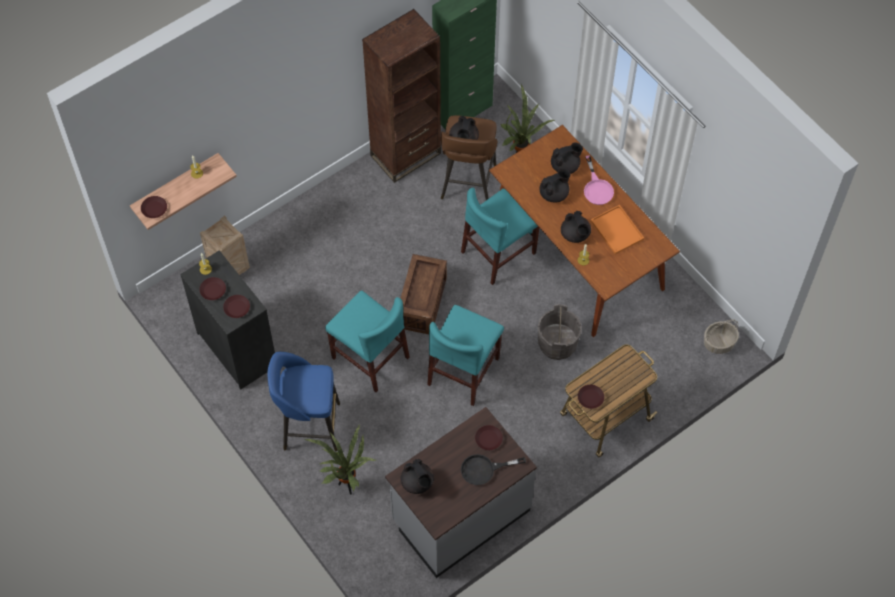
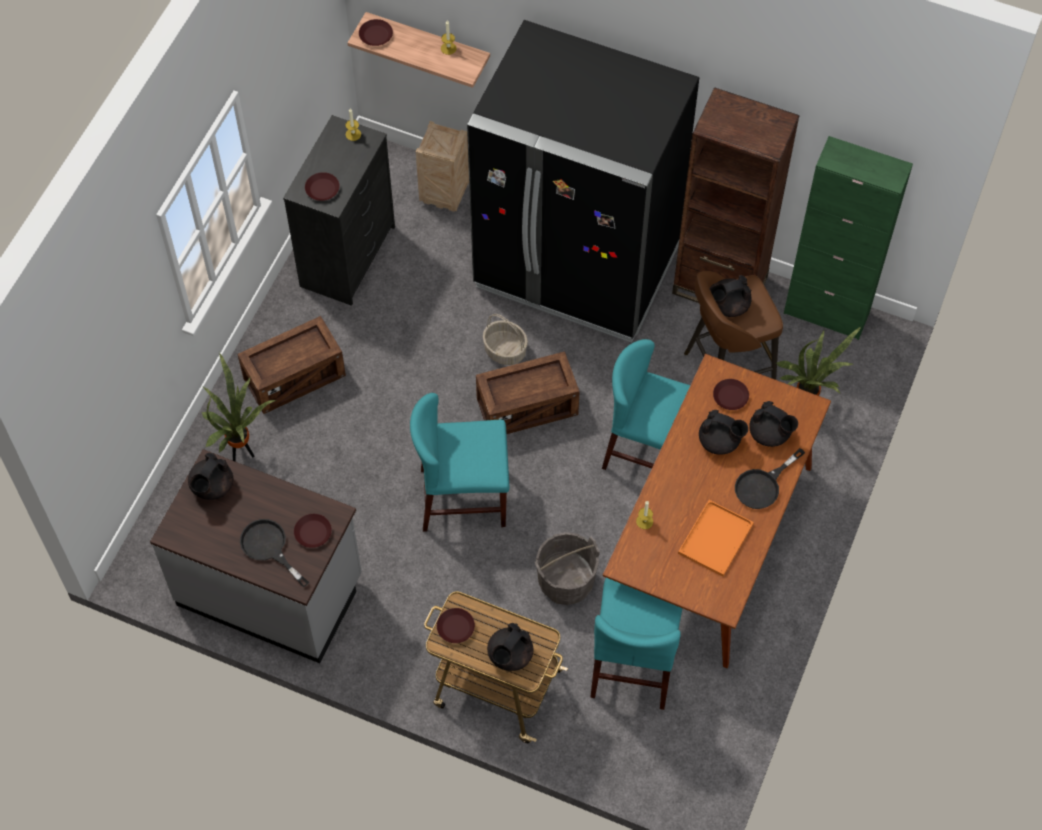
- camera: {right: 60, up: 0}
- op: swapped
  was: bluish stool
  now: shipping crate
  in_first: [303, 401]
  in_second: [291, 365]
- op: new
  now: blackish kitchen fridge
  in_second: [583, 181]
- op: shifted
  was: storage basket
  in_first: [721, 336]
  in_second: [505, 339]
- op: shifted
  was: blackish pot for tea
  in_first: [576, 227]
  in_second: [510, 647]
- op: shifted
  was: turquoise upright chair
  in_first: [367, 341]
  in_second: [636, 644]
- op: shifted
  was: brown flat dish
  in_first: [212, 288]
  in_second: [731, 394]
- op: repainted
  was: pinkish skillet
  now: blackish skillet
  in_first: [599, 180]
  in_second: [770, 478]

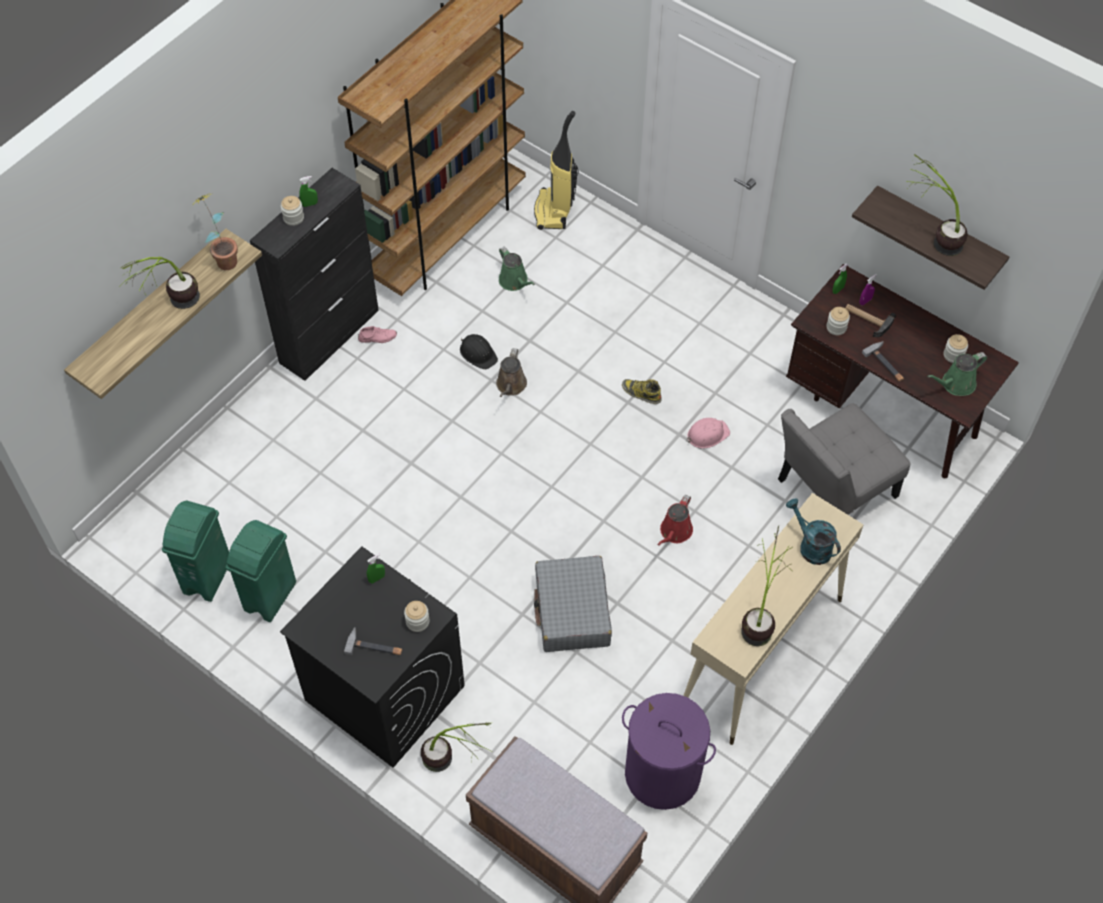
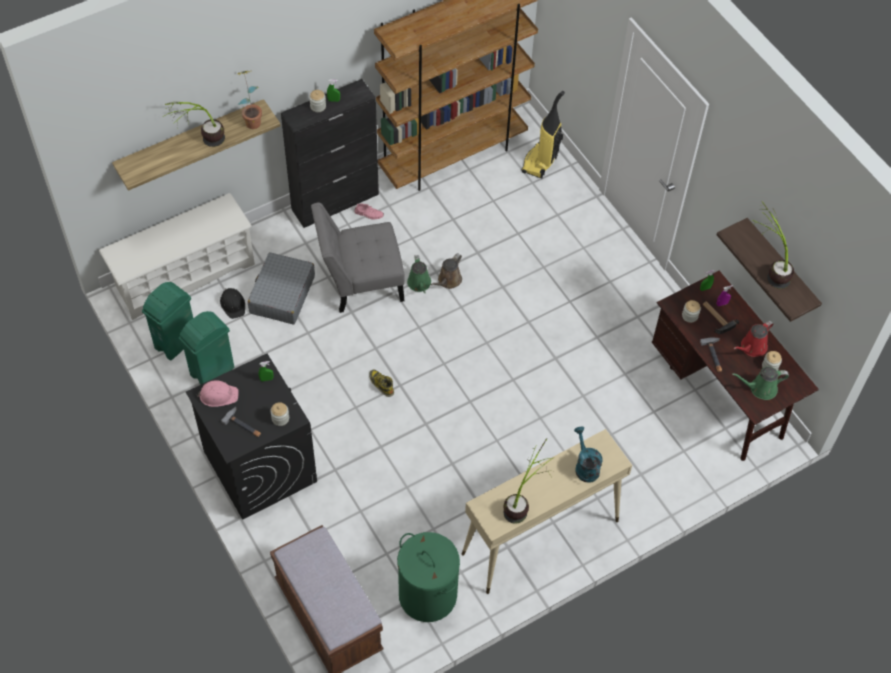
- camera: {right: 20, up: 0}
- op: new
  now: white shoe stand
  in_second: [177, 256]
- op: shifted
  was: pinkish safety helmet
  in_first: [708, 433]
  in_second: [218, 394]
- op: shifted
  was: blackish safety helmet
  in_first: [479, 352]
  in_second: [232, 303]
- op: shifted
  was: grey travel case
  in_first: [573, 604]
  in_second: [281, 288]
- op: shifted
  was: grey upright chair
  in_first: [844, 459]
  in_second: [358, 257]
- op: shifted
  was: high-top boot
  in_first: [642, 391]
  in_second: [381, 383]
- op: repainted
  was: purple-coloured hamper
  now: green-coloured hamper
  in_first: [669, 751]
  in_second: [428, 577]
- op: shifted
  was: green-coloured sprinkling can
  in_first: [517, 269]
  in_second: [419, 274]
- op: shifted
  was: reddish sprinkling can
  in_first: [675, 520]
  in_second: [754, 338]
- op: gone
  was: houseplant
  in_first: [457, 747]

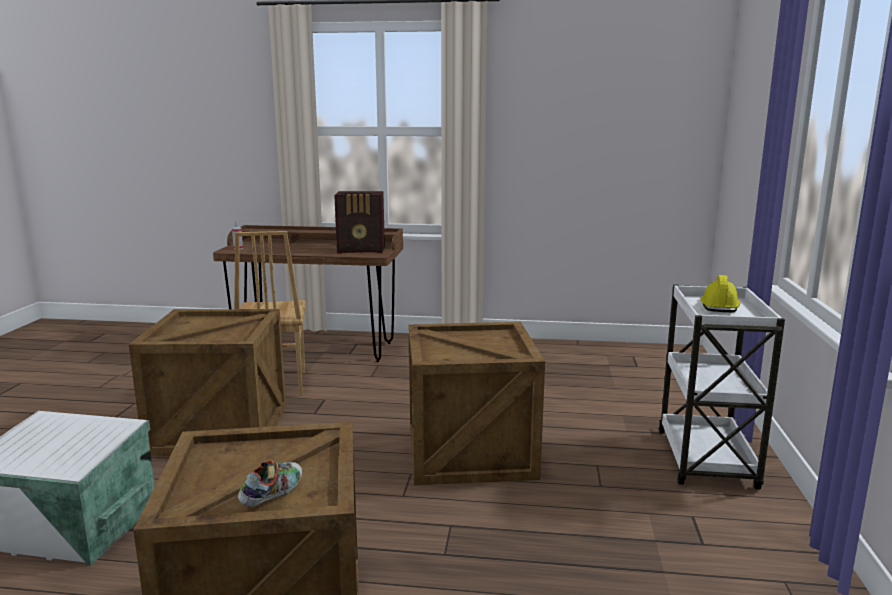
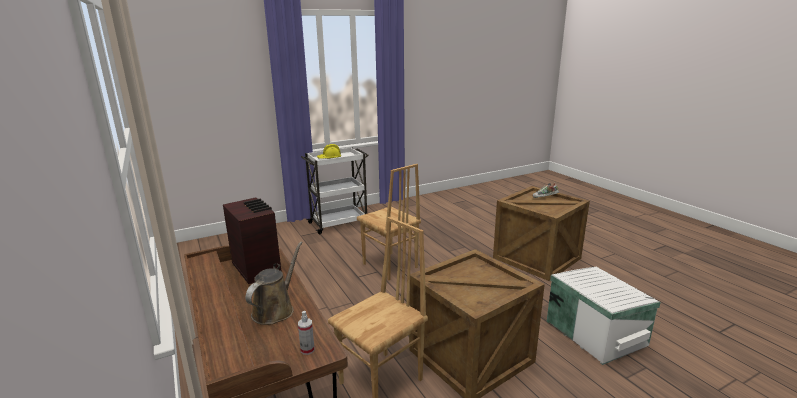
- camera: {right: -125, up: 5}
- op: new
  now: brown sprinkling can
  in_second: [274, 283]
- op: swapped
  was: shipping crate
  now: brown upright chair
  in_first: [477, 403]
  in_second: [389, 222]

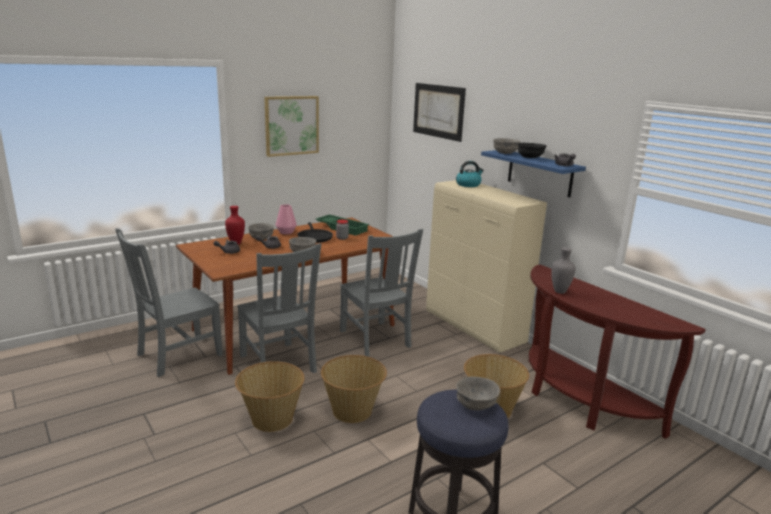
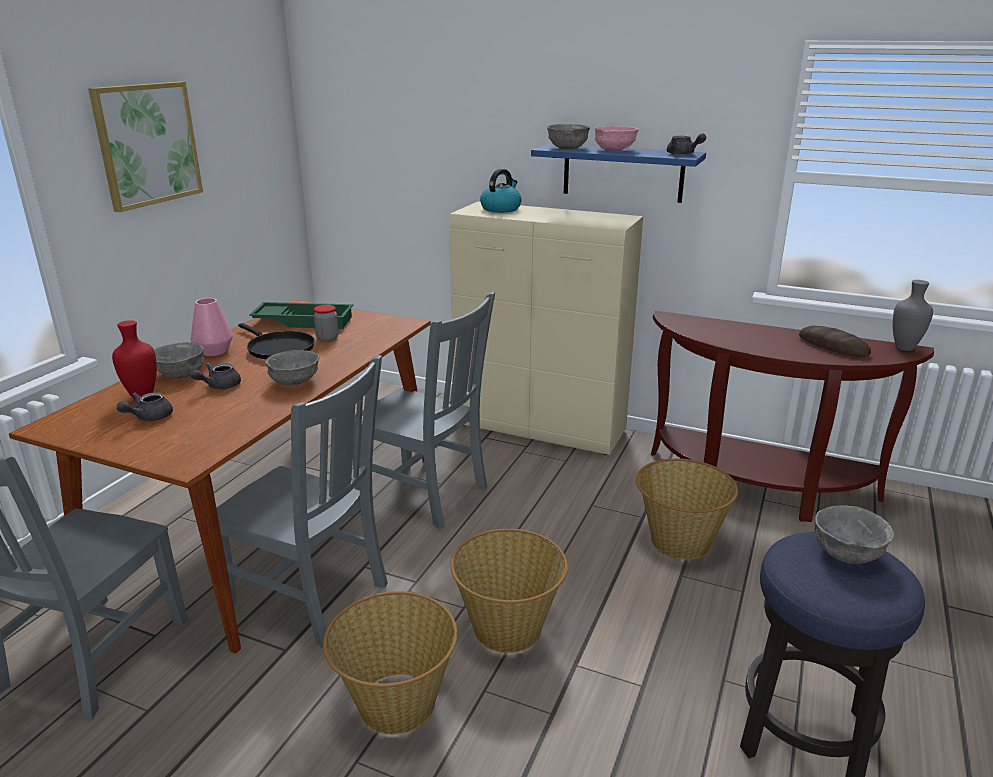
- camera: {right: -30, up: 5}
- op: repainted
  was: blackish bowl
  now: pinkish bowl
  in_first: [532, 150]
  in_second: [616, 138]
- op: new
  now: bakery bread
  in_second: [835, 341]
- op: shifted
  was: grey decorative vase
  in_first: [563, 270]
  in_second: [913, 315]
- op: gone
  was: wall picture
  in_first: [439, 112]

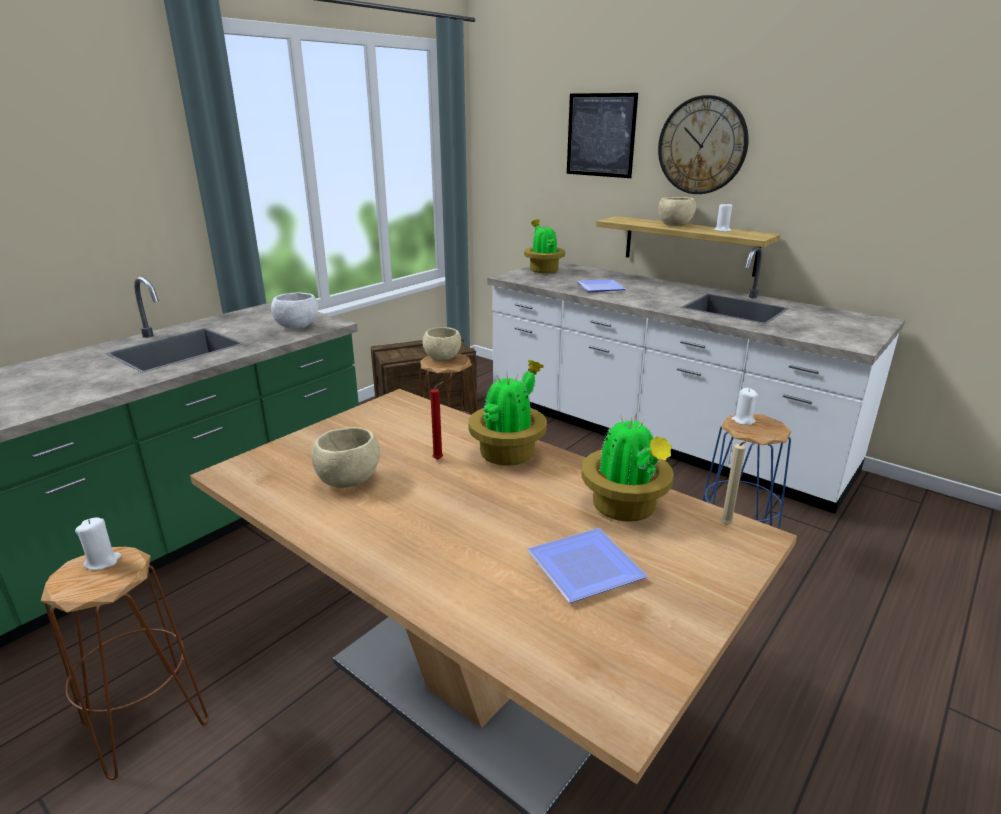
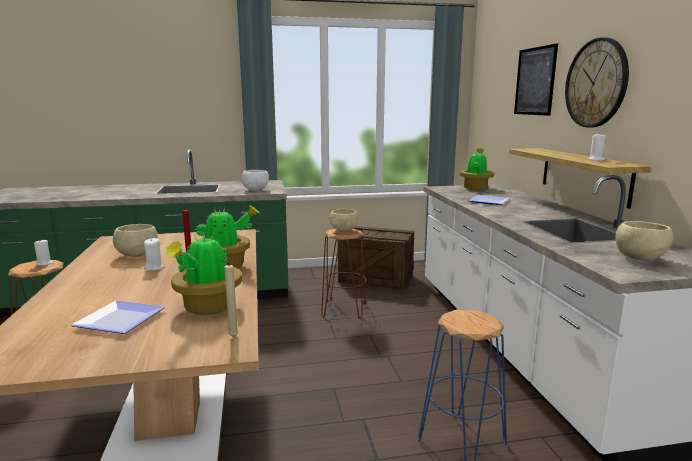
- camera: {right: 40, up: -10}
- op: shifted
  was: white wax candle
  in_first: [744, 406]
  in_second: [154, 254]
- op: shifted
  was: sand-coloured bowl
  in_first: [677, 211]
  in_second: [644, 241]

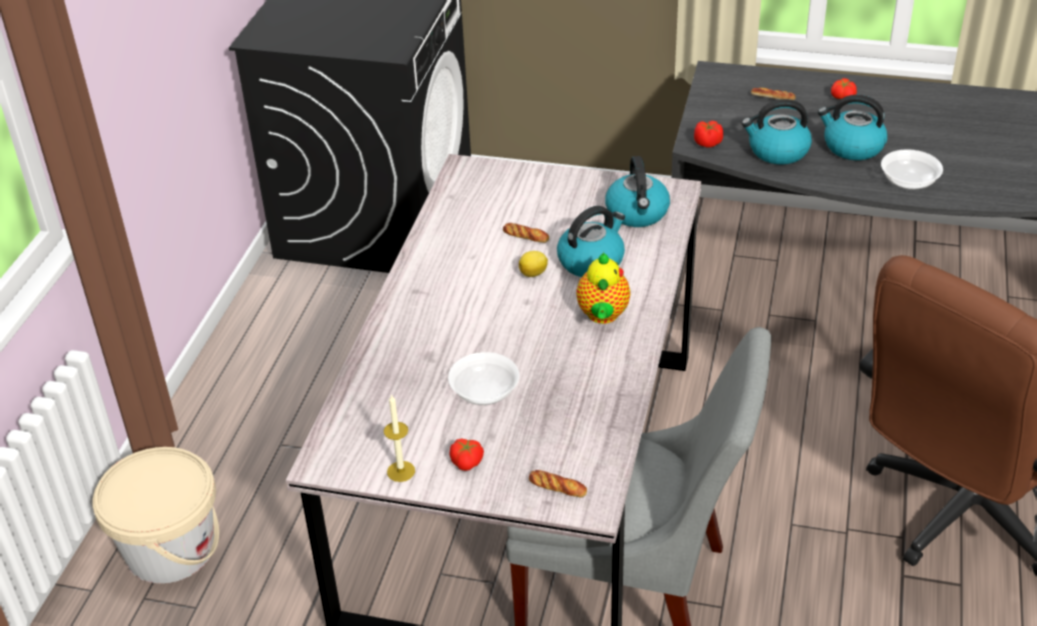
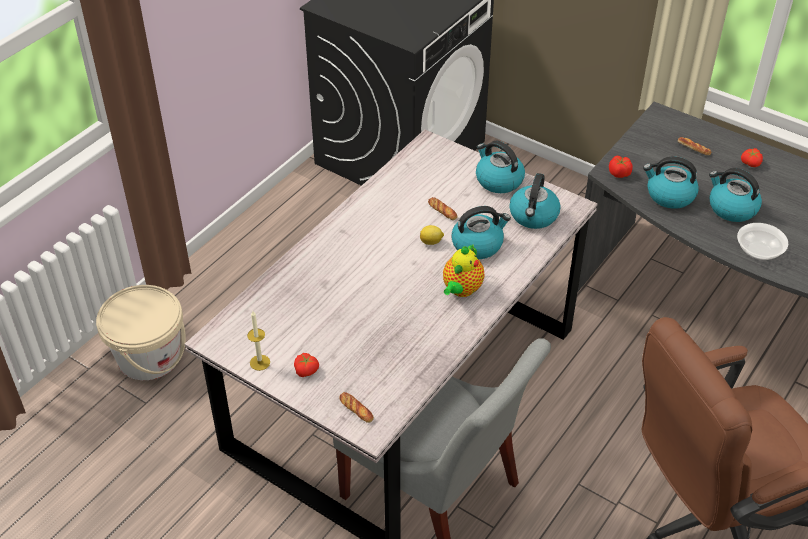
- camera: {right: 20, up: 5}
- op: new
  now: tea kettle
  in_second: [500, 167]
- op: gone
  was: bowl
  in_first: [483, 378]

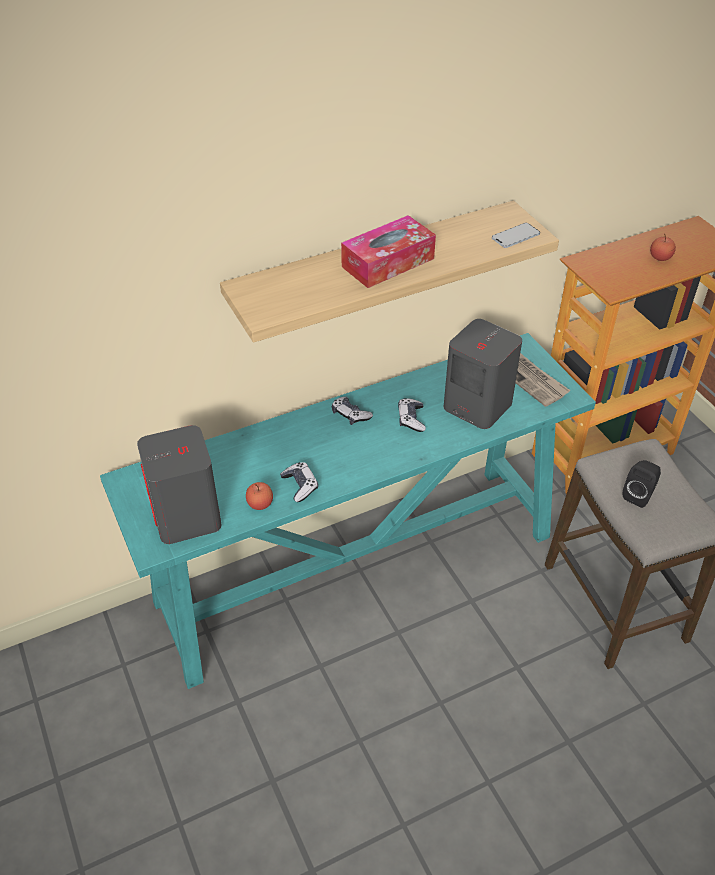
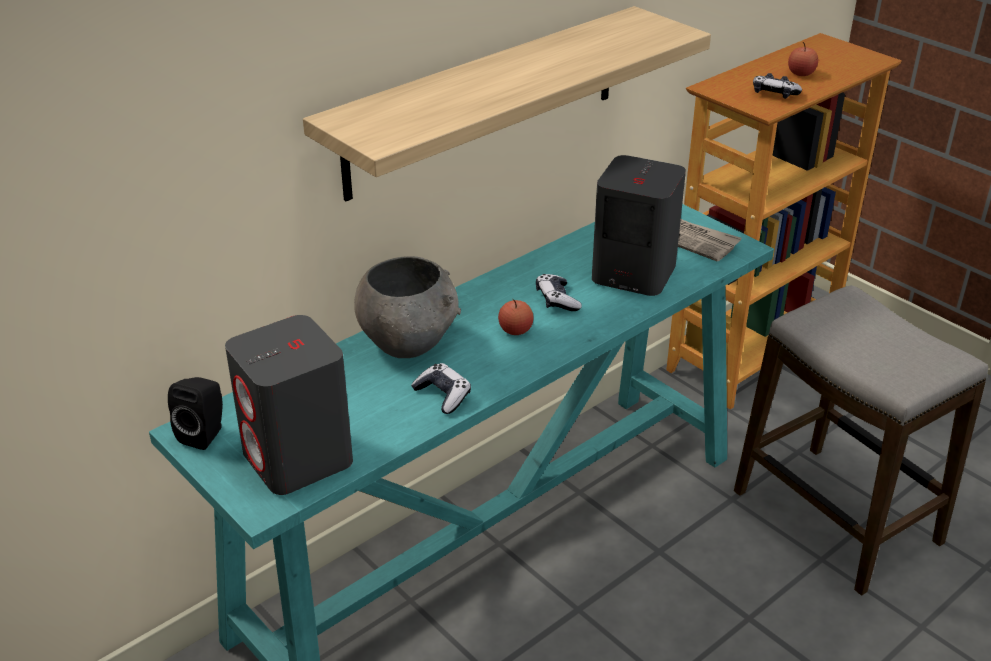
- camera: {right: -15, up: -10}
- op: shifted
  was: blackish audio speaker
  in_first: [642, 484]
  in_second: [195, 413]
- op: new
  now: grey bowl
  in_second: [407, 307]
- op: shifted
  was: apple fruit
  in_first: [259, 496]
  in_second: [516, 317]
- op: shifted
  was: joypad
  in_first: [352, 411]
  in_second: [777, 86]
- op: gone
  was: box of tissues
  in_first: [388, 251]
- op: gone
  was: telephone
  in_first: [516, 235]

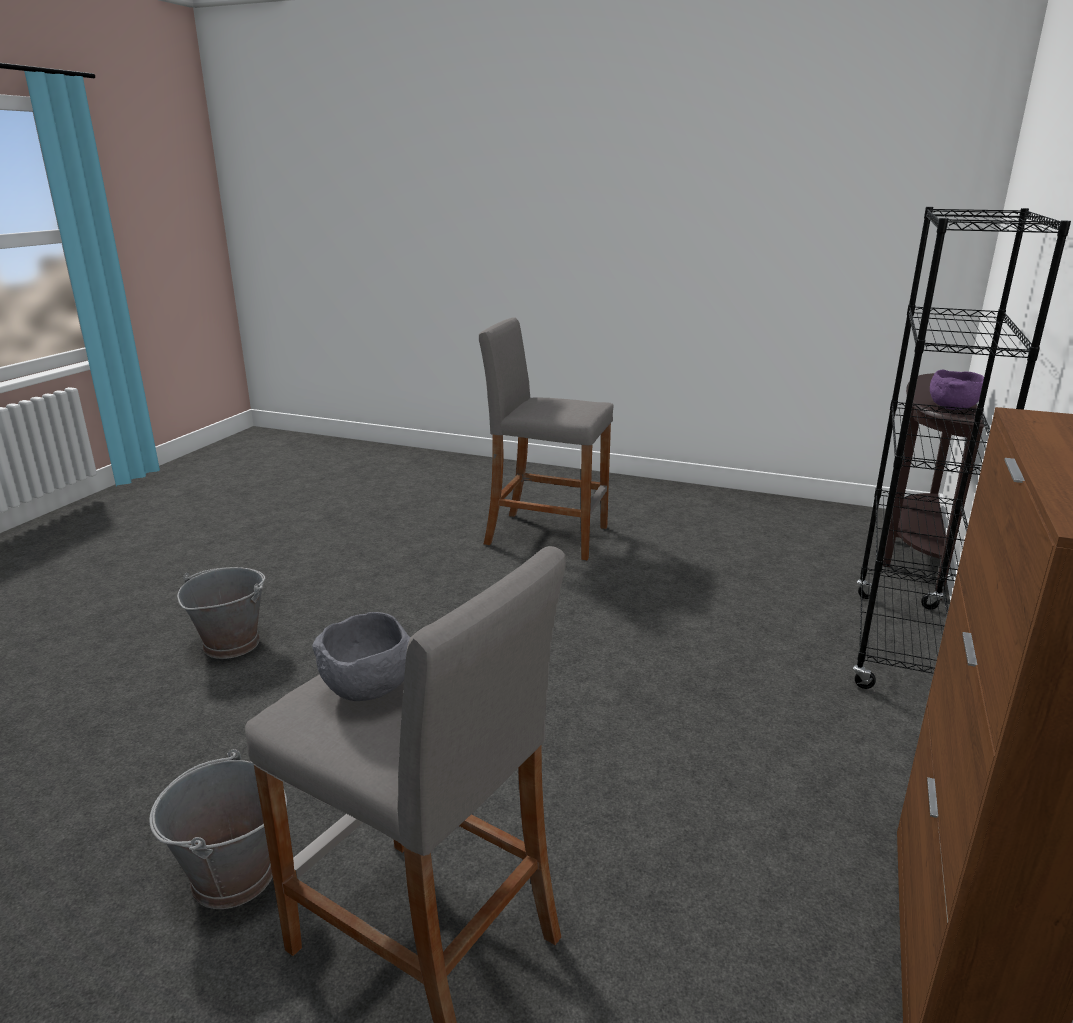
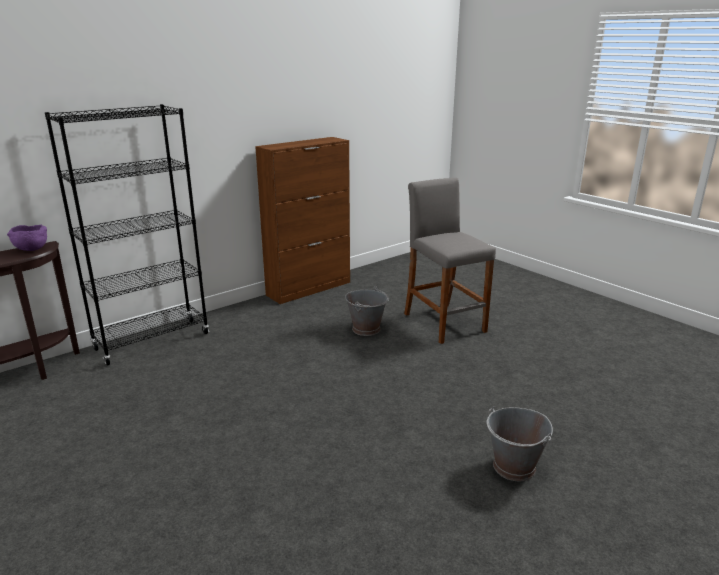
- camera: {right: -150, up: 0}
- op: shifted
  was: grey pail
  in_first: [218, 829]
  in_second: [367, 311]
- op: gone
  was: grey bowl
  in_first: [361, 656]
- op: gone
  was: grey stool
  in_first: [546, 438]

